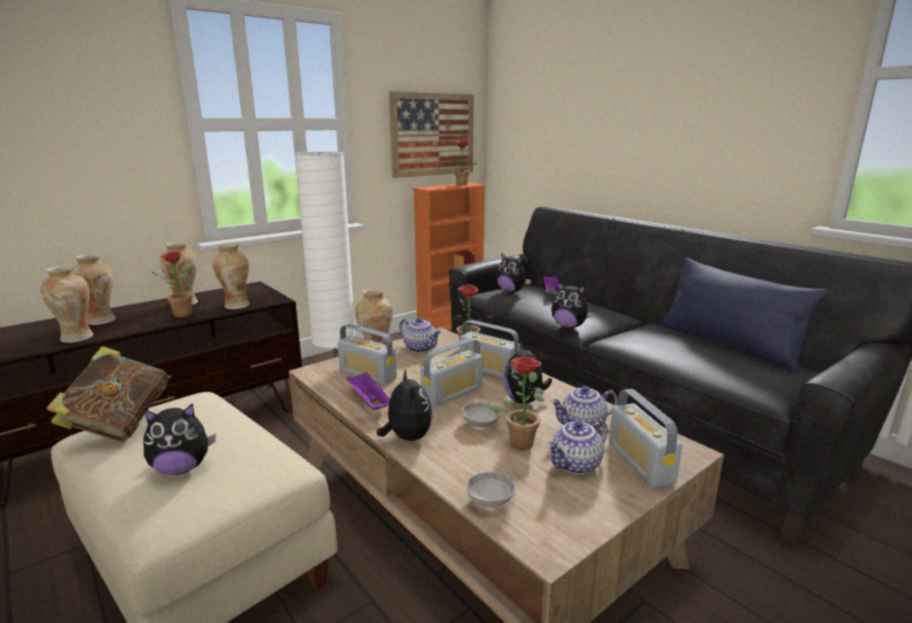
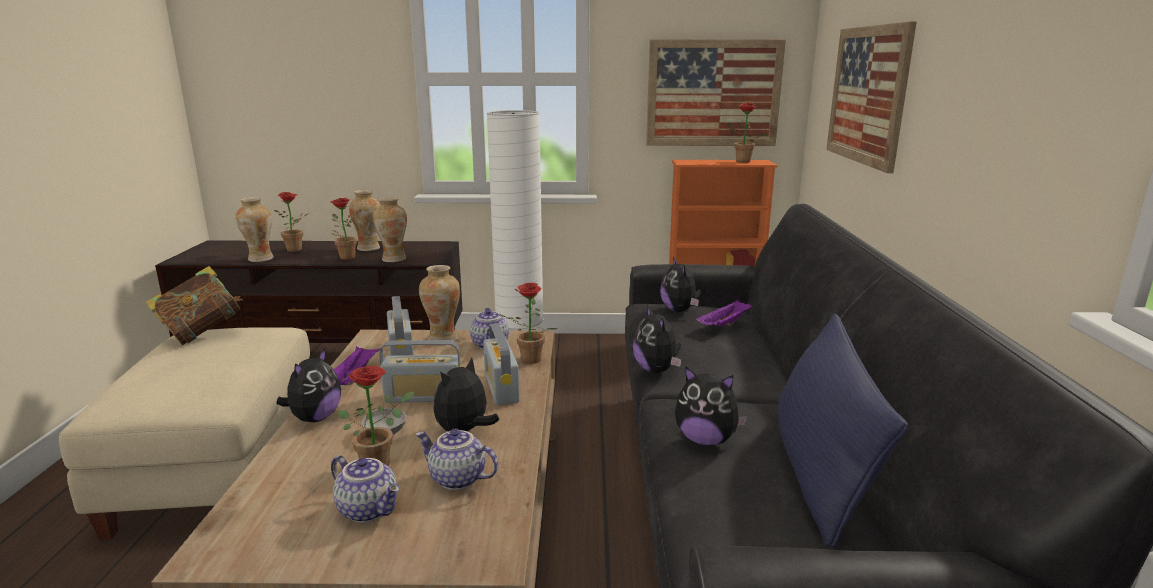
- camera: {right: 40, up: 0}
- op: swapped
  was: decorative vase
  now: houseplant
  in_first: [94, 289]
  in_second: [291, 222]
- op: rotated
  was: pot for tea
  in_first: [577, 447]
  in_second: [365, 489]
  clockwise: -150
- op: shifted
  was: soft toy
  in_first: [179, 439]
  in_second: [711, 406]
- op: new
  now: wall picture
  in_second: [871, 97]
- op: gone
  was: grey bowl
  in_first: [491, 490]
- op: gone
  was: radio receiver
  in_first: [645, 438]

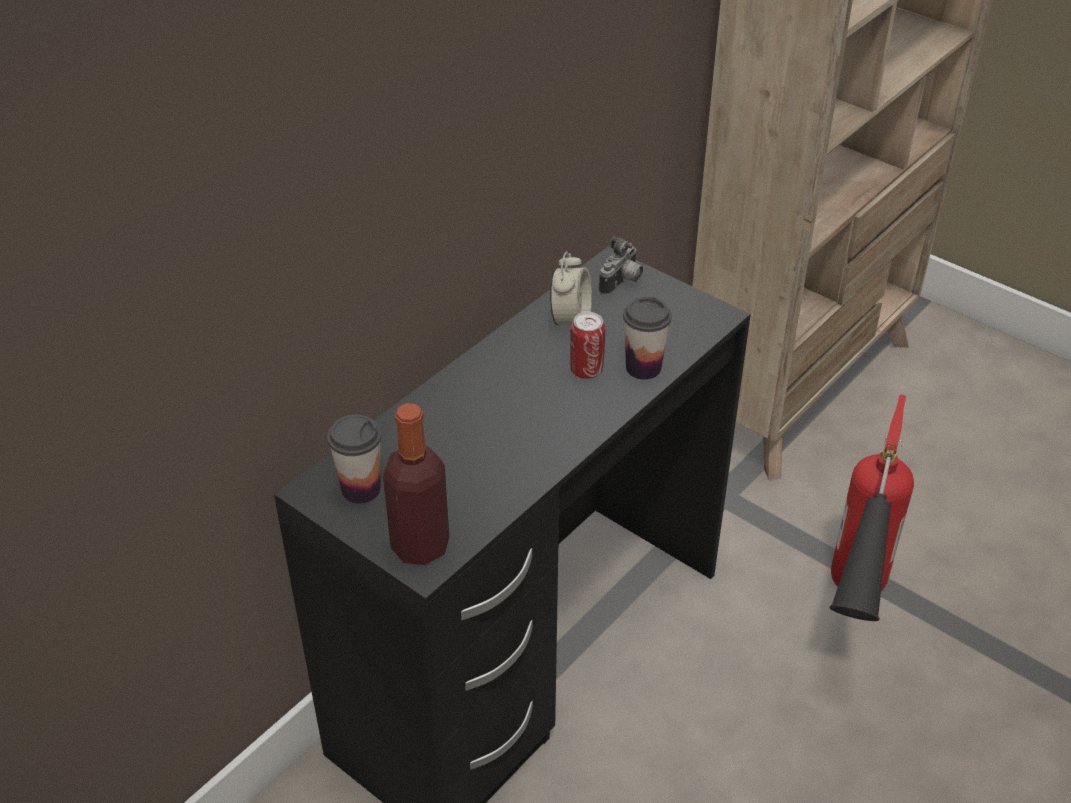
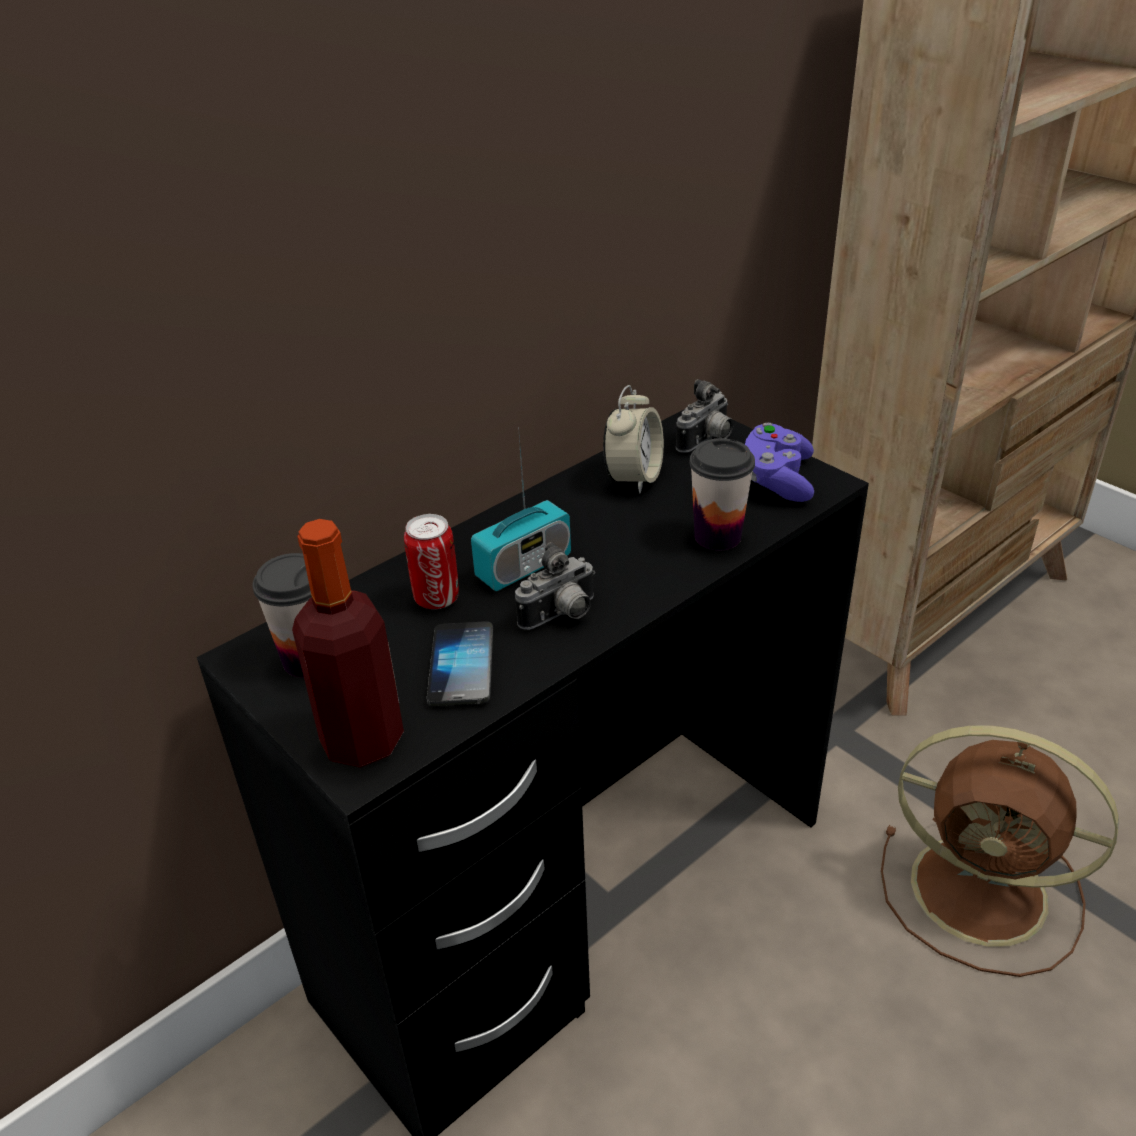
- camera: {right: 10, up: -5}
- op: shifted
  was: metal can
  in_first: [587, 345]
  in_second: [431, 561]
- op: new
  now: telephone
  in_second: [460, 663]
- op: new
  now: radio receiver
  in_second: [521, 509]
- op: new
  now: photo camera
  in_second: [555, 586]
- op: new
  now: purple-coloured joypad
  in_second: [779, 462]
- op: swapped
  was: fire extinguisher
  now: brown fan
  in_first: [871, 508]
  in_second: [1000, 851]

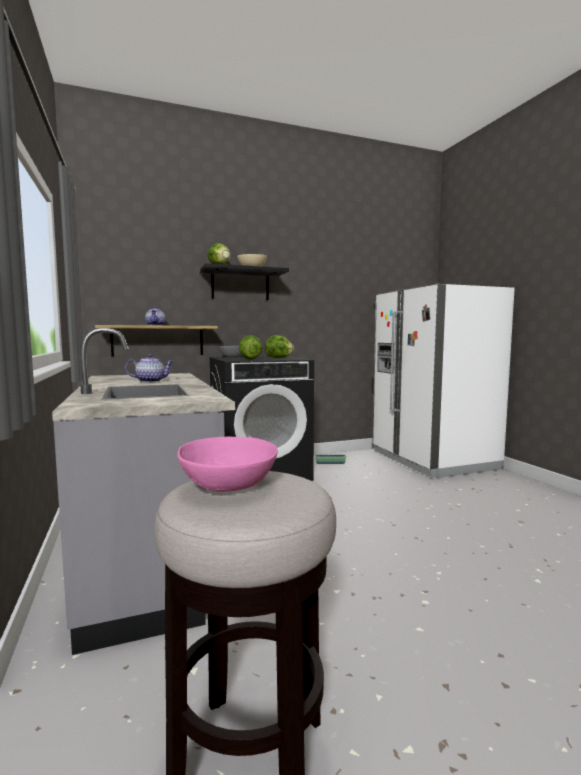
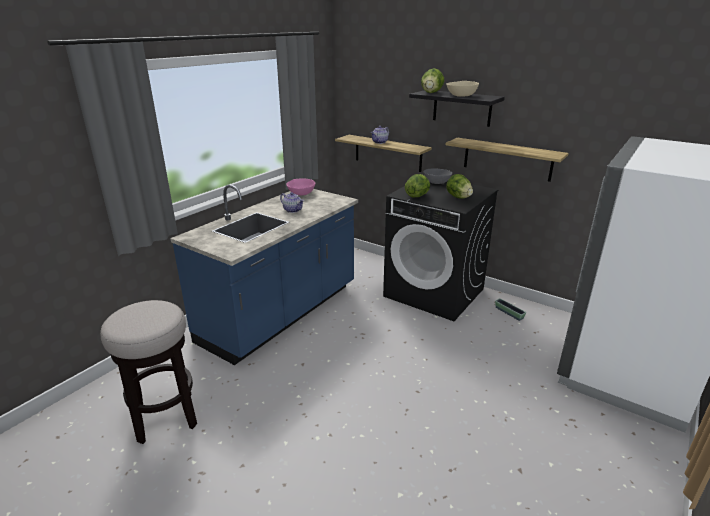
- camera: {right: 55, up: 20}
- op: repainted
  was: grey kitchen counter
  now: bluish kitchen counter
  in_first: [143, 491]
  in_second: [264, 275]
- op: shifted
  was: pinkish bowl
  in_first: [227, 464]
  in_second: [300, 187]
- op: new
  now: shelf
  in_second: [507, 160]

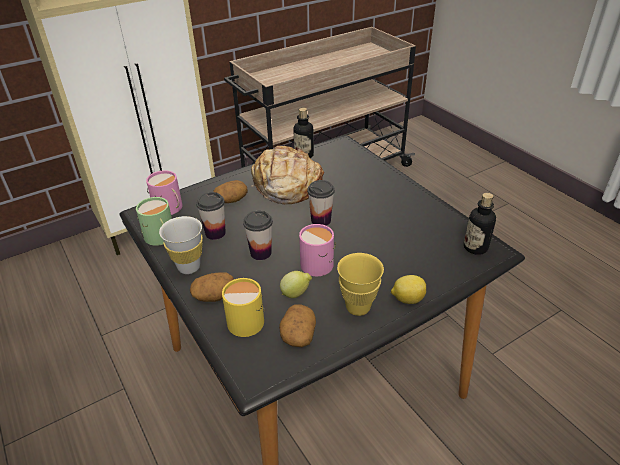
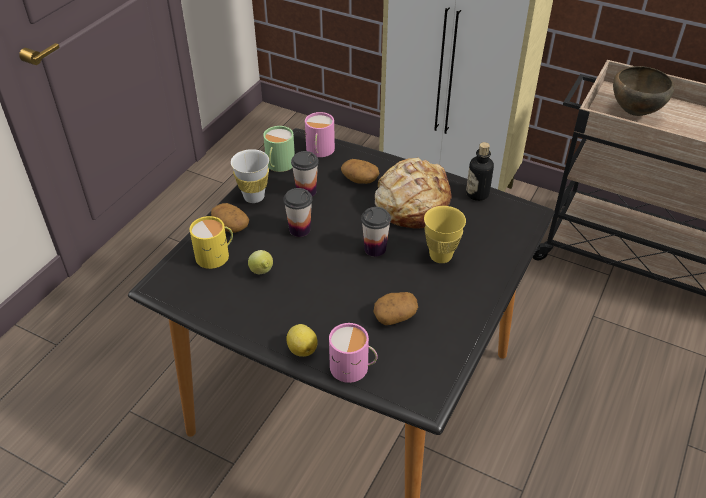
- camera: {right: 60, up: 5}
- op: shifted
  was: pinkish coffee mug
  in_first: [317, 250]
  in_second: [353, 353]
- op: shifted
  was: potato
  in_first: [297, 325]
  in_second: [395, 308]
- op: shifted
  was: yellowish drinking cup
  in_first: [360, 284]
  in_second: [445, 234]
- op: new
  now: brown bowl
  in_second: [643, 91]
- op: gone
  was: beverage bottle
  in_first: [480, 224]

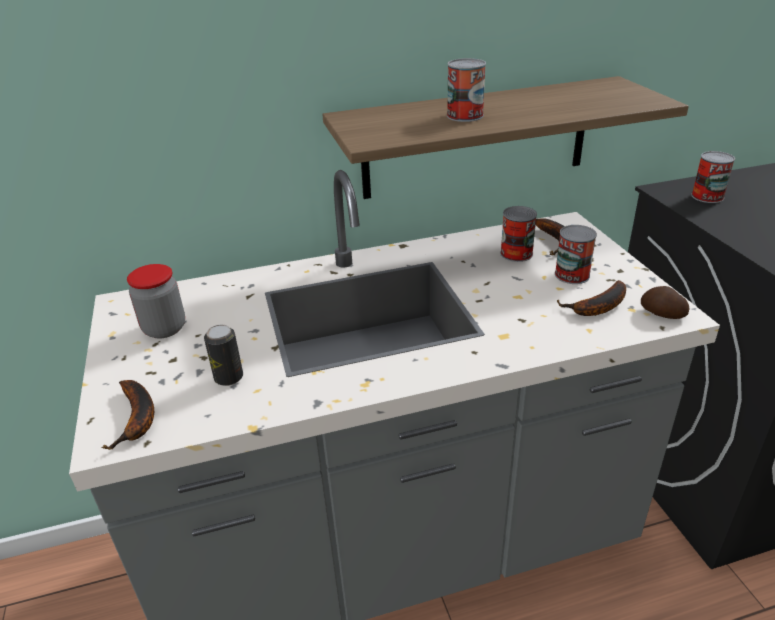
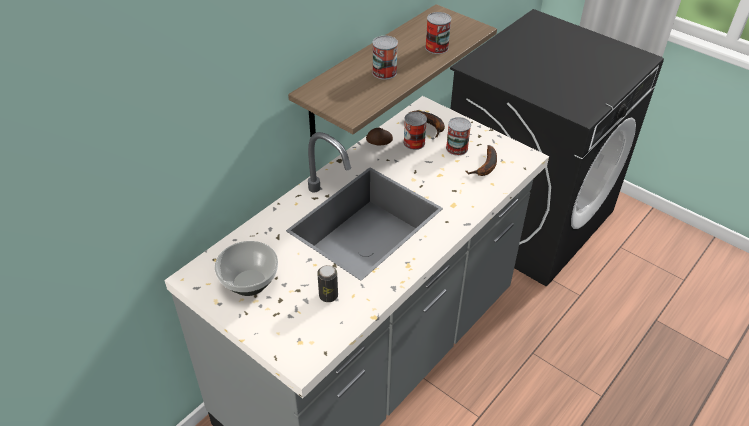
- camera: {right: -35, up: 10}
- op: swapped
  was: preserve jar
  now: bowl
  in_first: [156, 301]
  in_second: [246, 268]
- op: shifted
  was: potato
  in_first: [665, 302]
  in_second: [379, 136]
- op: shifted
  was: metal can
  in_first: [713, 177]
  in_second: [438, 33]
- op: gone
  was: whole banana
  in_first: [128, 415]

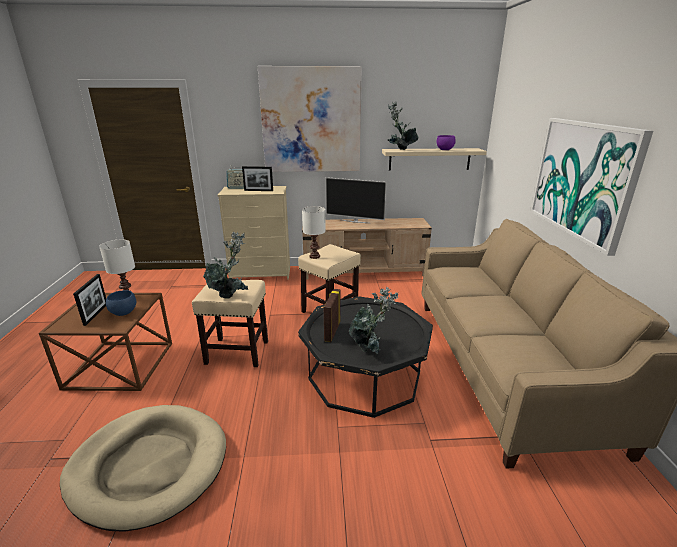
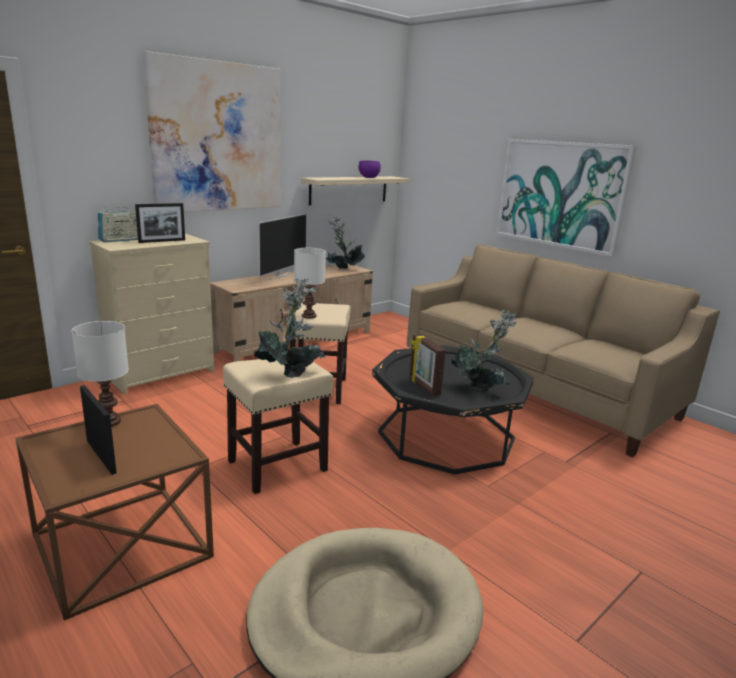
- camera: {right: -40, up: -5}
- op: rotated
  was: TV set
  in_first: [356, 200]
  in_second: [282, 247]
  clockwise: -45
- op: shifted
  was: houseplant
  in_first: [403, 125]
  in_second: [345, 242]
- op: gone
  was: bluish bowl
  in_first: [121, 303]

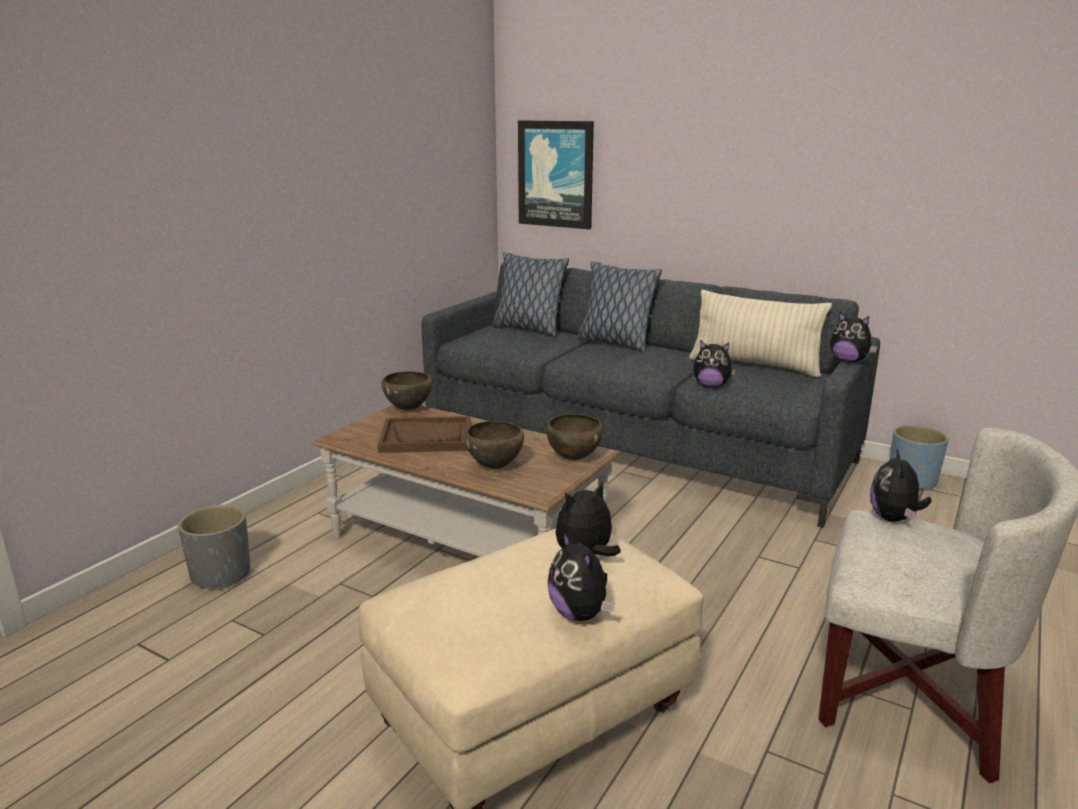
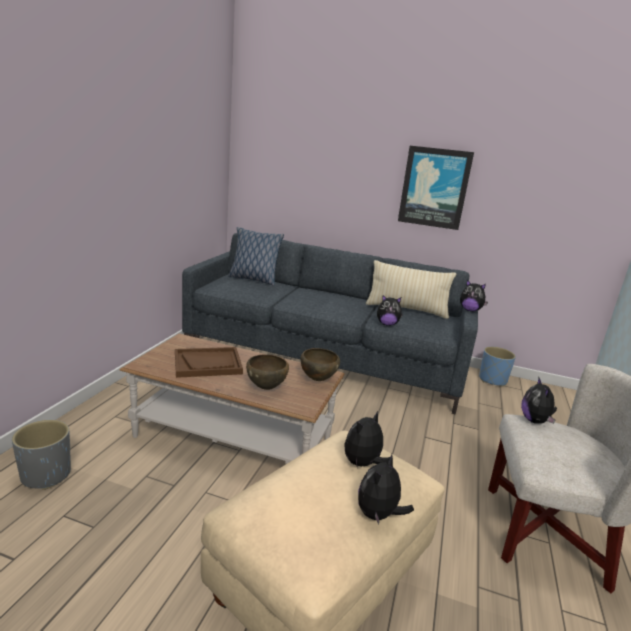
- camera: {right: -15, up: 0}
- op: rotated
  was: soft toy
  in_first: [581, 576]
  in_second: [386, 489]
  clockwise: 75
- op: shifted
  was: wall picture
  in_first: [556, 175]
  in_second: [436, 188]
- op: gone
  was: brown bowl
  in_first: [407, 391]
- op: gone
  was: cushion
  in_first: [619, 306]

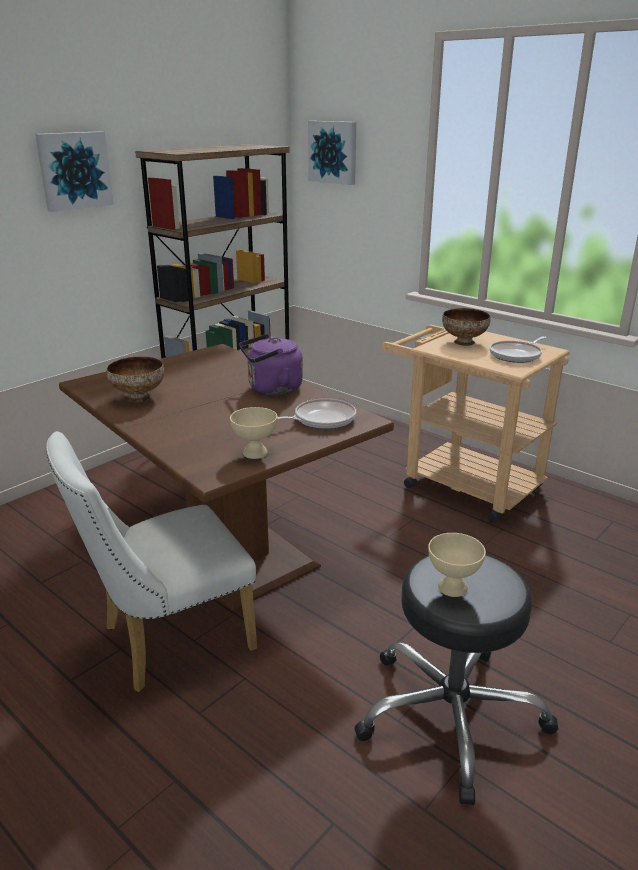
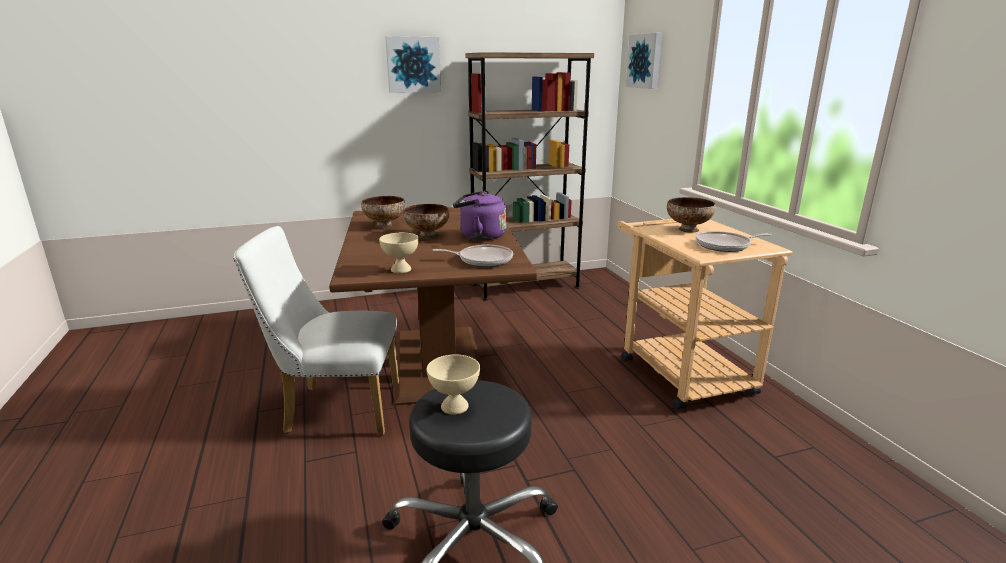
- camera: {right: 30, up: -5}
- op: new
  now: bowl
  in_second: [426, 221]

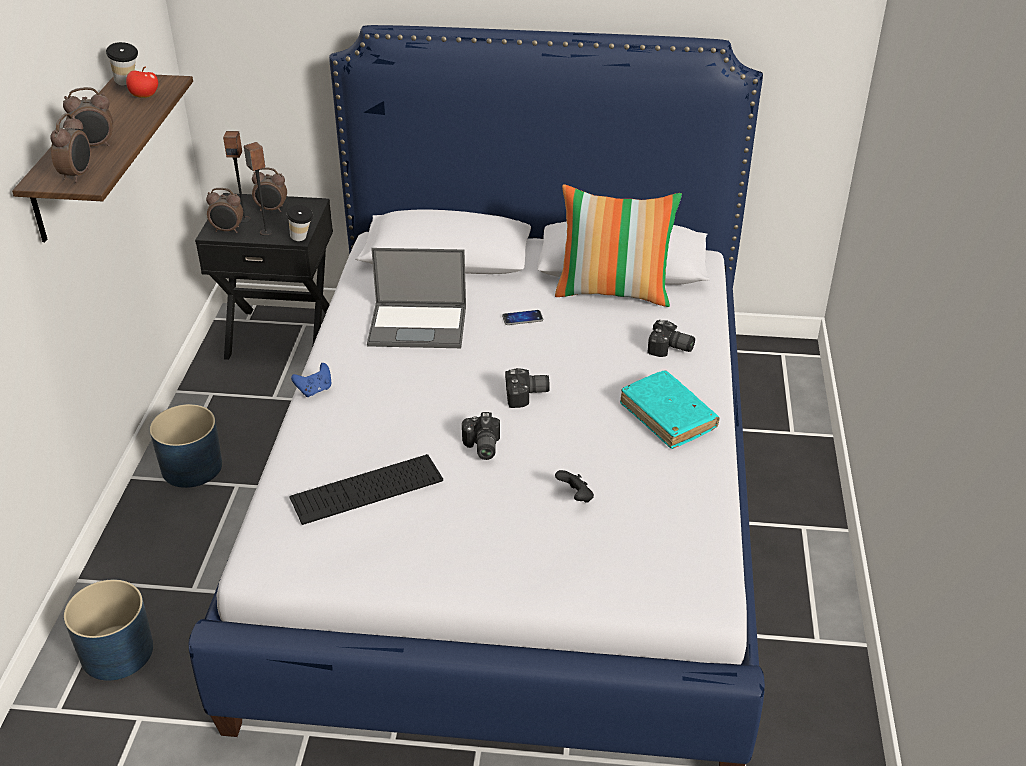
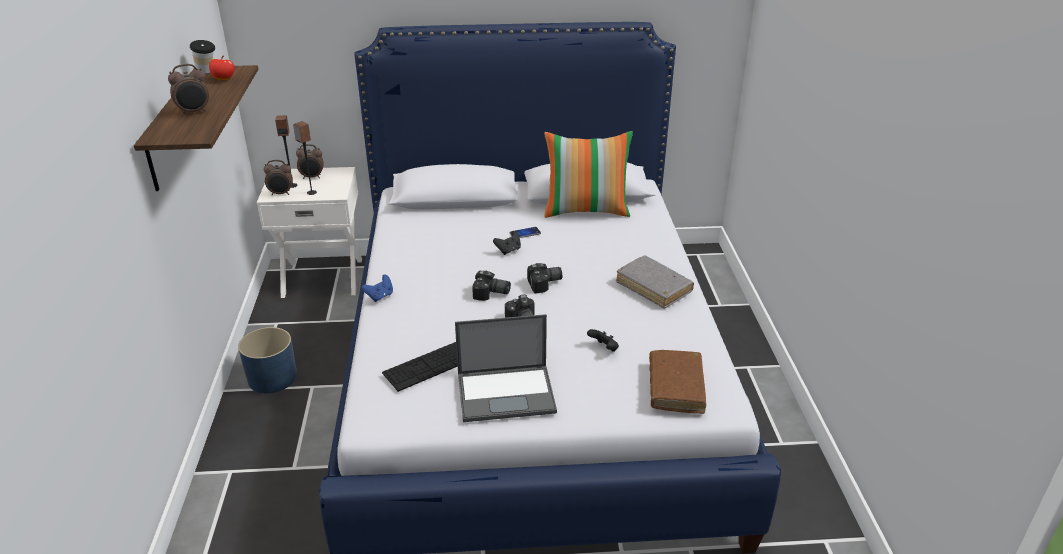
- camera: {right: -10, up: -5}
- op: repainted
  was: blackish nightstand
  now: white nightstand
  in_first: [264, 276]
  in_second: [309, 232]
- op: shifted
  was: portable computer
  in_first: [416, 298]
  in_second: [506, 368]
- op: shifted
  was: photo camera
  in_first: [671, 338]
  in_second: [491, 286]
- op: new
  now: blackish joypad
  in_second: [507, 243]
- op: repainted
  was: turquoise bound book
  now: grey bound book
  in_first: [670, 409]
  in_second: [655, 282]
- op: new
  now: brown bound book
  in_second: [677, 382]
- op: gone
  was: alarm clock
  in_first: [70, 148]
- op: gone
  was: bluish plant pot
  in_first: [108, 630]
- op: gone
  was: drinking cup
  in_first: [300, 223]

